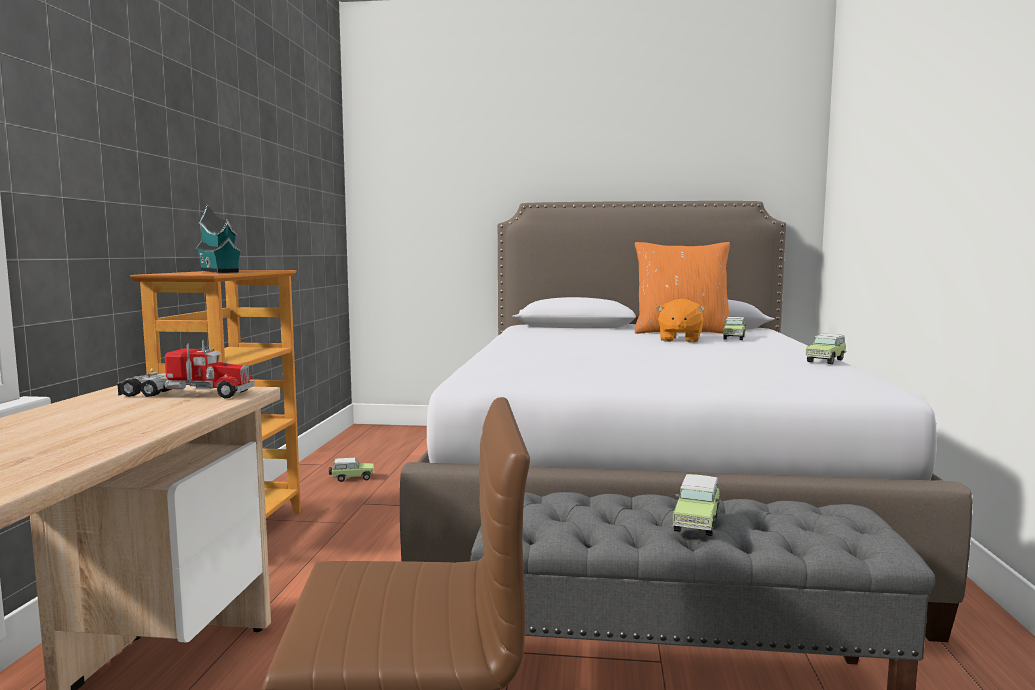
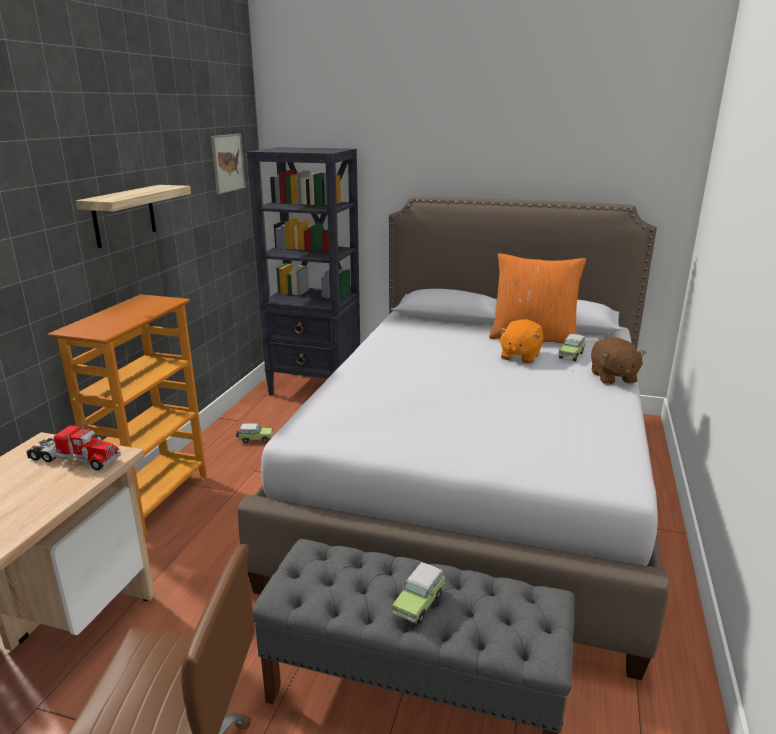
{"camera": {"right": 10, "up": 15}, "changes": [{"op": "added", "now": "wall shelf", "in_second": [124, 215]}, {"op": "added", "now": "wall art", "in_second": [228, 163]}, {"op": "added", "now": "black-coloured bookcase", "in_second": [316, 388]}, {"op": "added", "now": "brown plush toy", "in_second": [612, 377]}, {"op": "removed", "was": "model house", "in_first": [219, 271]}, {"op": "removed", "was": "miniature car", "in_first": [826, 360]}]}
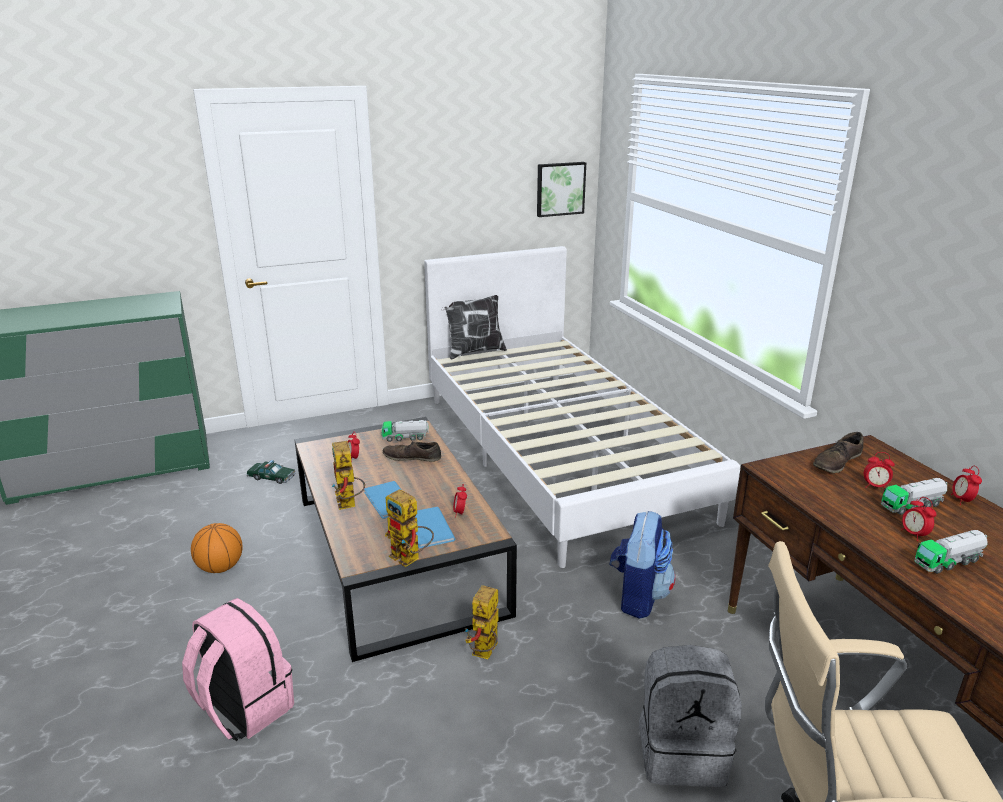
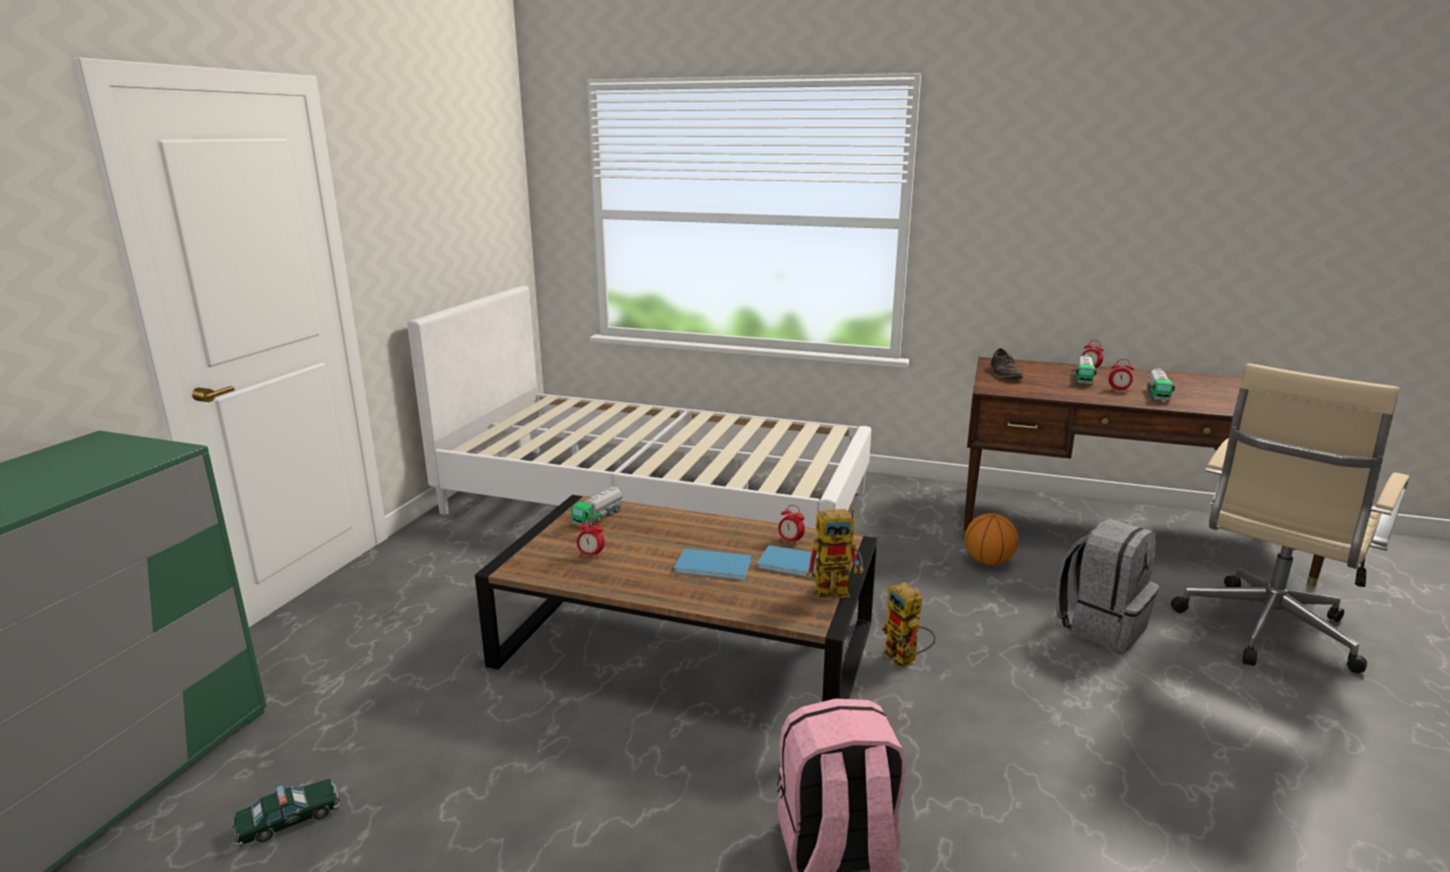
{"camera": {"right": -50, "up": -5}, "changes": [{"op": "moved", "was": "miniature car", "in_first": [271, 477], "in_second": [289, 820]}, {"op": "moved", "was": "basketball", "in_first": [220, 567], "in_second": [988, 561]}, {"op": "removed", "was": "model robot", "in_first": [349, 505]}, {"op": "removed", "was": "brown low shoe", "in_first": [412, 457]}, {"op": "removed", "was": "pillow", "in_first": [473, 352]}, {"op": "removed", "was": "wall art", "in_first": [560, 188]}, {"op": "removed", "was": "knapsack", "in_first": [638, 596]}, {"op": "removed", "was": "table clock", "in_first": [875, 487]}]}
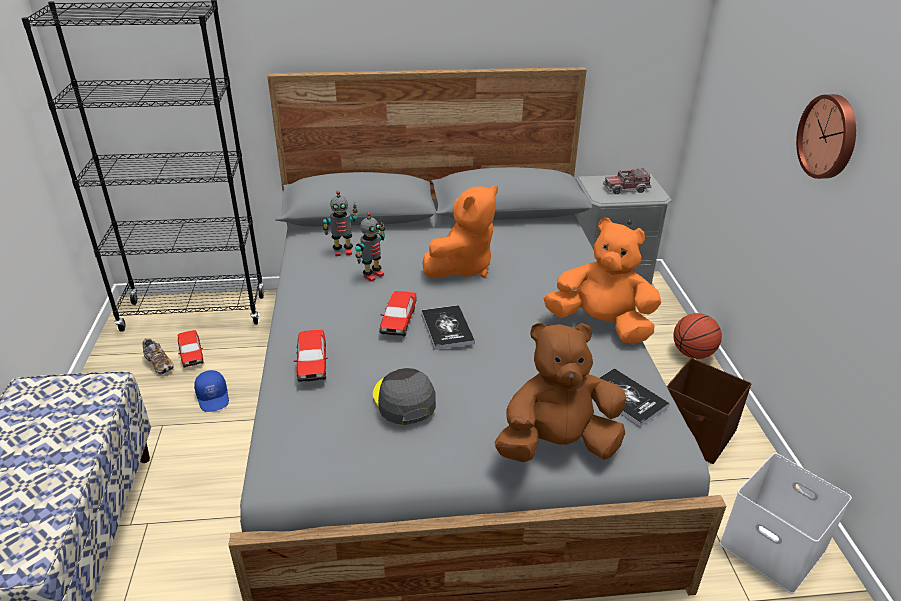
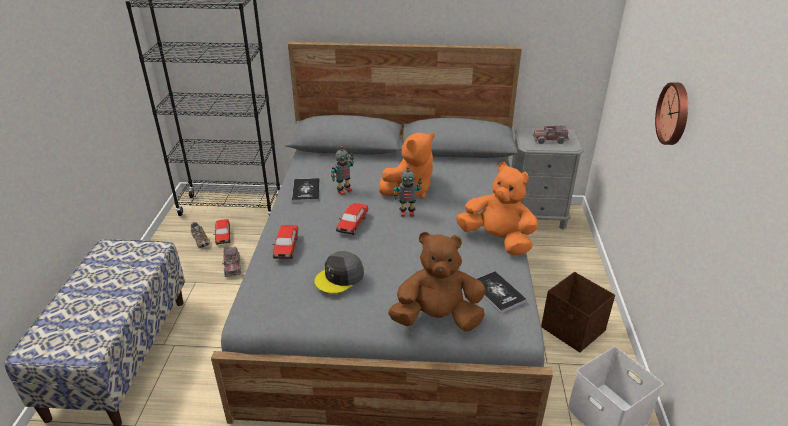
{"camera": {"right": 10, "up": 0}, "changes": [{"op": "replaced", "was": "blue cap", "now": "toy lorry", "in_first": [213, 397], "in_second": [232, 267]}, {"op": "moved", "was": "book", "in_first": [447, 328], "in_second": [306, 191]}, {"op": "turned", "was": "greyish cap", "in_first": [403, 400], "in_second": [340, 277], "clockwise": -120}, {"op": "moved", "was": "model robot", "in_first": [343, 252], "in_second": [407, 213]}, {"op": "removed", "was": "basketball", "in_first": [692, 353]}]}
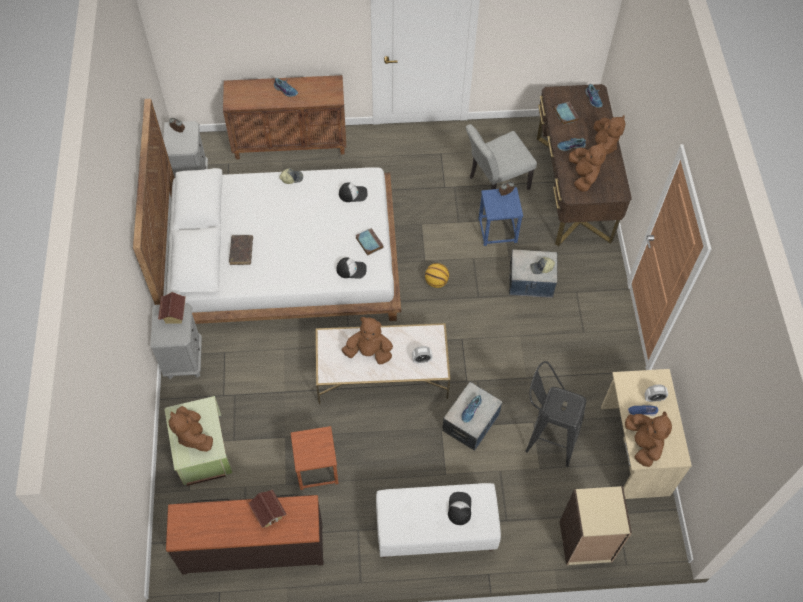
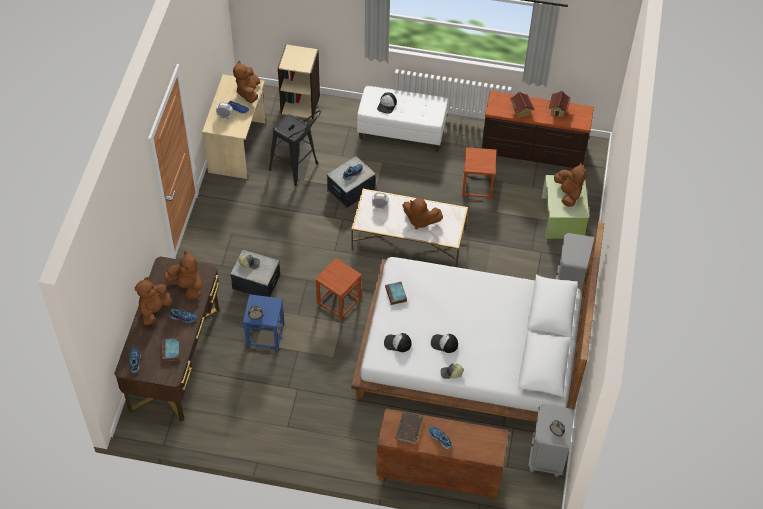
{"camera": {"right": -165, "up": -5}, "changes": [{"op": "turned", "was": "brown plush toy", "in_first": [583, 176], "in_second": [187, 286], "clockwise": 120}, {"op": "replaced", "was": "basketball", "now": "brown sitting stool", "in_first": [436, 282], "in_second": [338, 301]}, {"op": "moved", "was": "brown book", "in_first": [241, 252], "in_second": [409, 429]}, {"op": "moved", "was": "cap", "in_first": [351, 269], "in_second": [444, 344]}, {"op": "moved", "was": "model house", "in_first": [174, 314], "in_second": [558, 110]}, {"op": "removed", "was": "greyish plain chair", "in_first": [495, 184]}]}
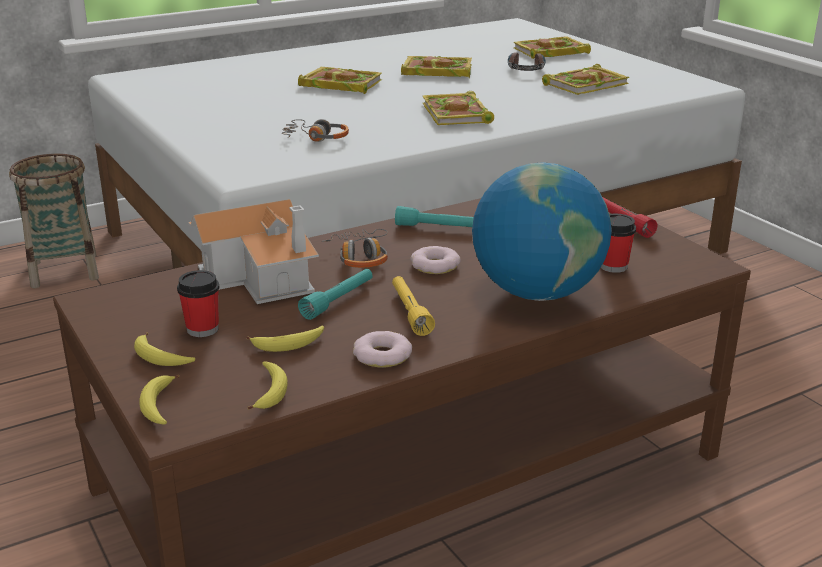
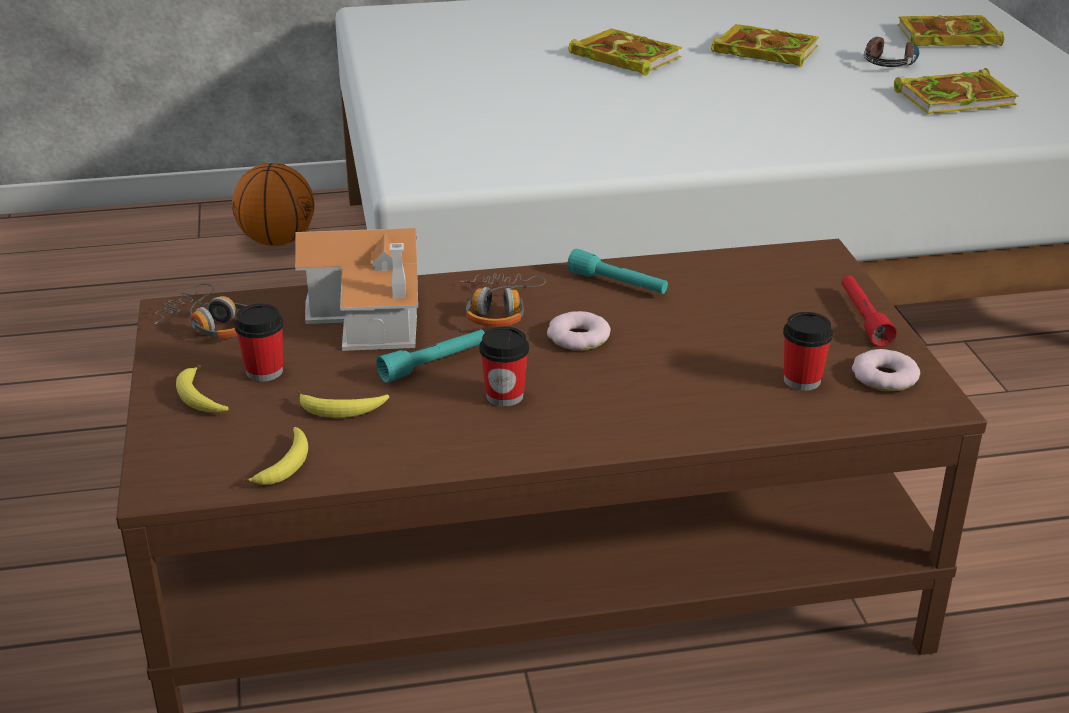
{"camera": {"right": 20, "up": 5}, "changes": [{"op": "moved", "was": "pair of headphones", "in_first": [315, 138], "in_second": [210, 324]}, {"op": "replaced", "was": "household basket", "now": "basketball", "in_first": [64, 271], "in_second": [277, 241]}, {"op": "replaced", "was": "yellow torch", "now": "drinking cup", "in_first": [410, 312], "in_second": [504, 396]}, {"op": "moved", "was": "doughnut", "in_first": [382, 355], "in_second": [884, 377]}, {"op": "removed", "was": "banana", "in_first": [159, 406]}, {"op": "removed", "was": "book", "in_first": [457, 115]}, {"op": "removed", "was": "globe", "in_first": [536, 292]}]}
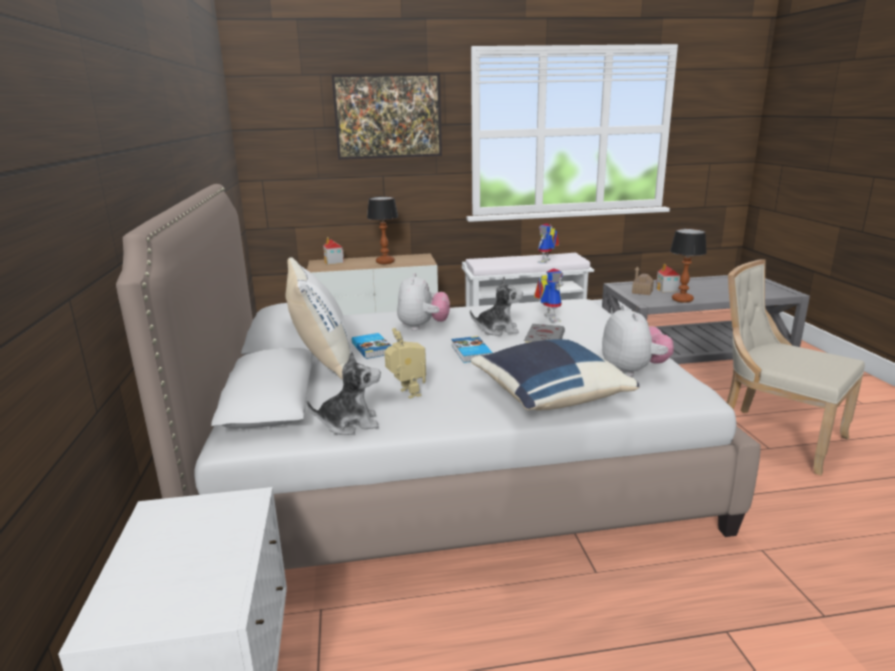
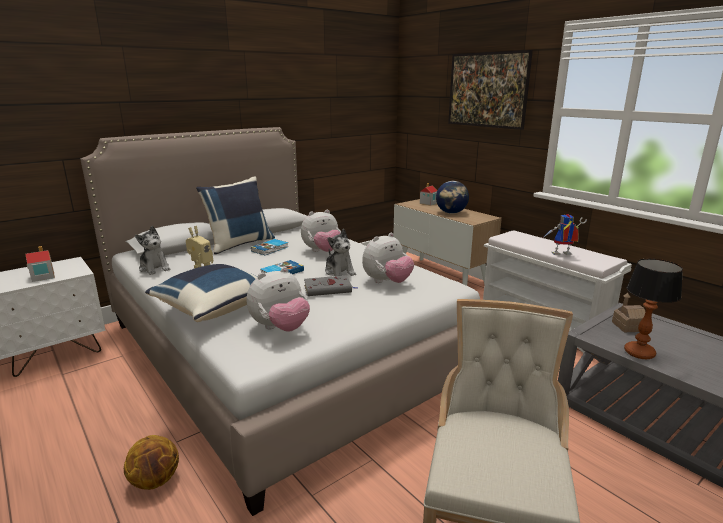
{"camera": {"right": 60, "up": 0}, "changes": [{"op": "moved", "was": "model house", "in_first": [667, 289], "in_second": [42, 277]}, {"op": "added", "now": "basketball", "in_second": [155, 481]}, {"op": "recoloured", "was": "white-coloured pillow", "now": "blue pillow", "in_first": [321, 361], "in_second": [239, 244]}, {"op": "replaced", "was": "model robot", "now": "plush toy", "in_first": [548, 318], "in_second": [387, 282]}, {"op": "replaced", "was": "table lamp", "now": "globe", "in_first": [385, 262], "in_second": [451, 213]}]}
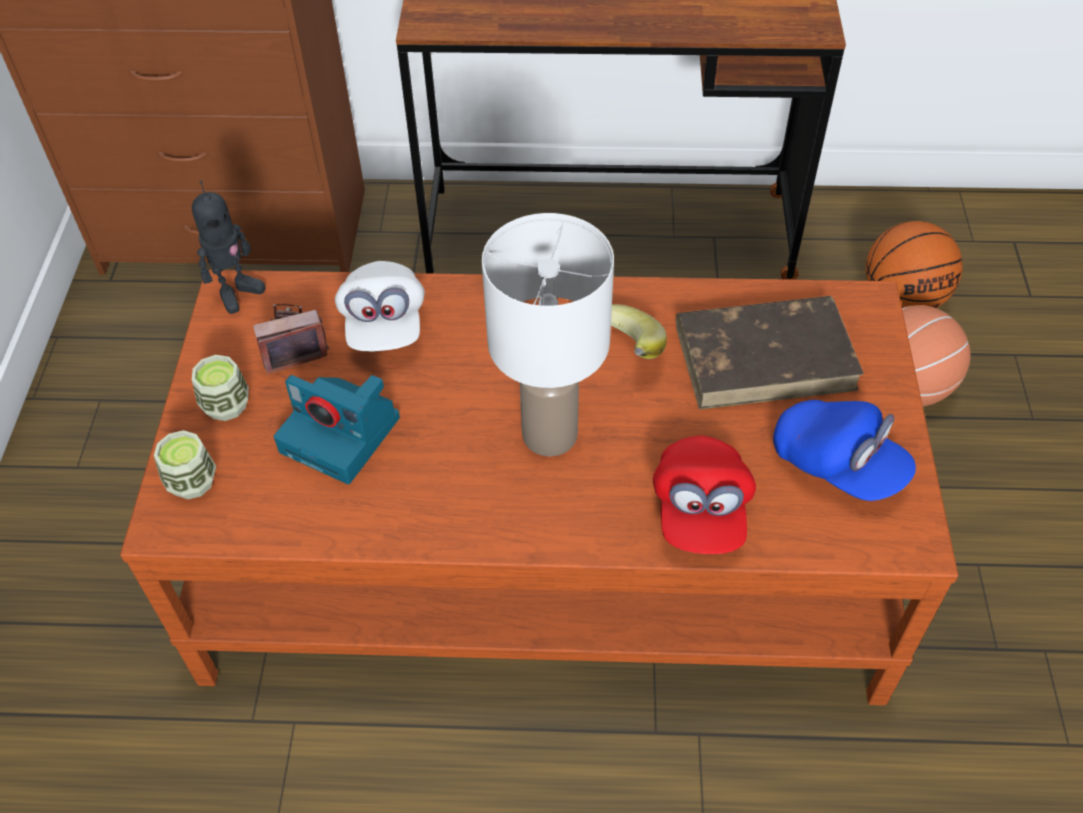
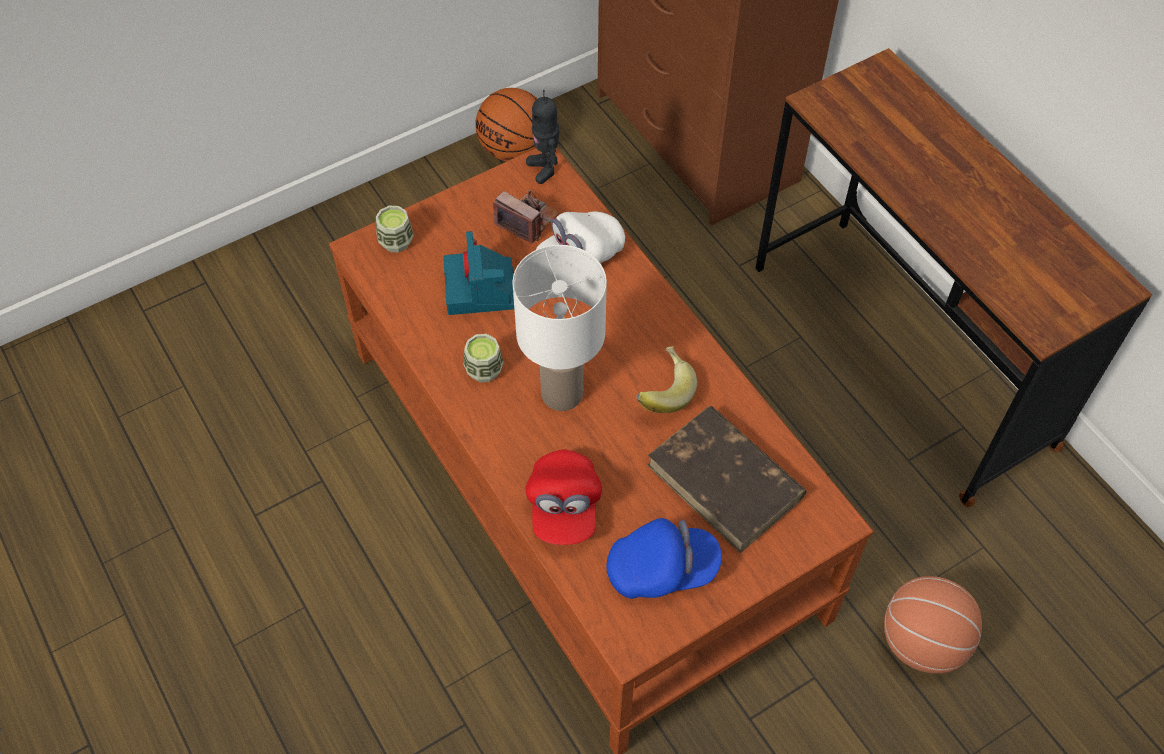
{"camera": {"right": 55, "up": 5}, "changes": [{"op": "moved", "was": "drinking cup", "in_first": [226, 405], "in_second": [484, 370]}, {"op": "moved", "was": "basketball", "in_first": [902, 299], "in_second": [513, 150]}, {"op": "turned", "was": "model robot", "in_first": [237, 293], "in_second": [545, 168], "clockwise": 60}, {"op": "turned", "was": "red-coloured cap", "in_first": [700, 510], "in_second": [564, 507], "clockwise": -60}, {"op": "turned", "was": "blue cap", "in_first": [837, 464], "in_second": [662, 570], "clockwise": -105}]}
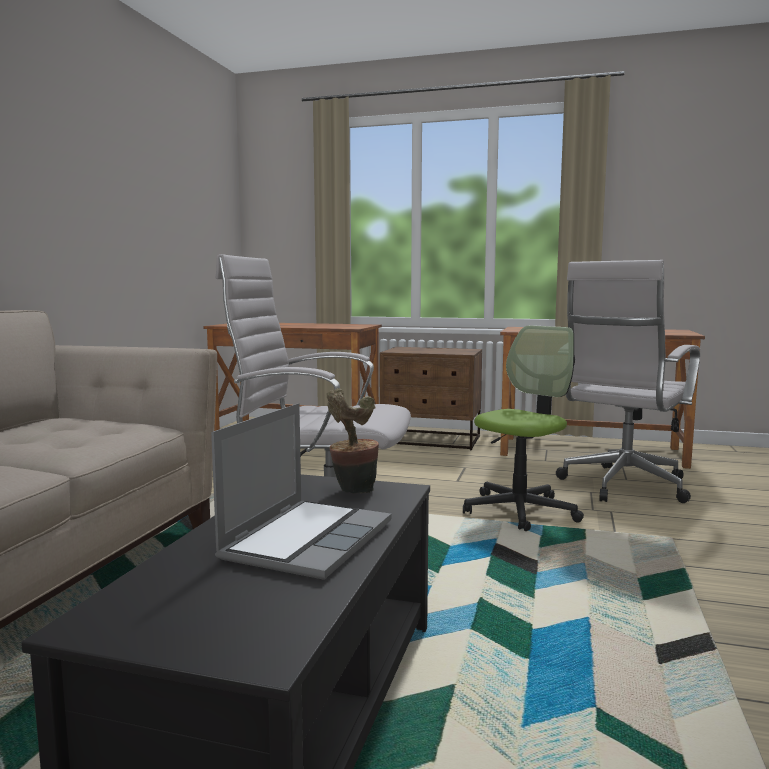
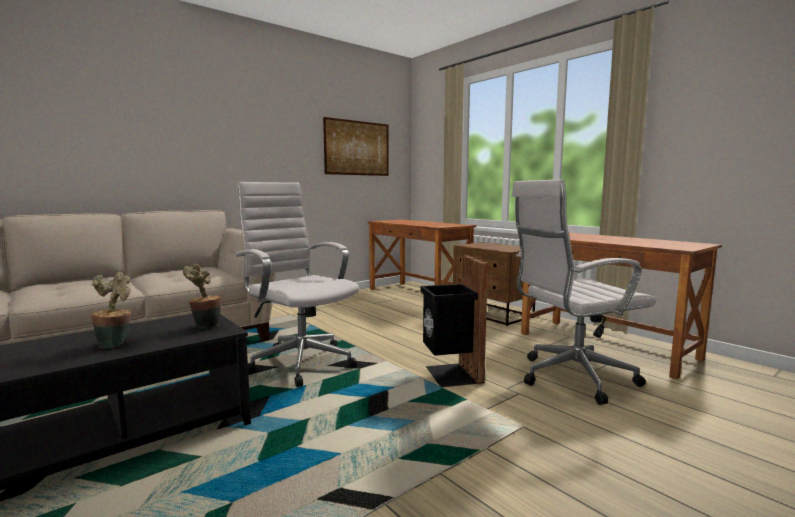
{"camera": {"right": 35, "up": 0}, "changes": [{"op": "replaced", "was": "laptop", "now": "houseplant", "in_first": [307, 539], "in_second": [116, 343]}, {"op": "added", "now": "wall art", "in_second": [357, 148]}, {"op": "replaced", "was": "computer chair", "now": "black-coloured trash can", "in_first": [520, 511], "in_second": [451, 374]}]}
